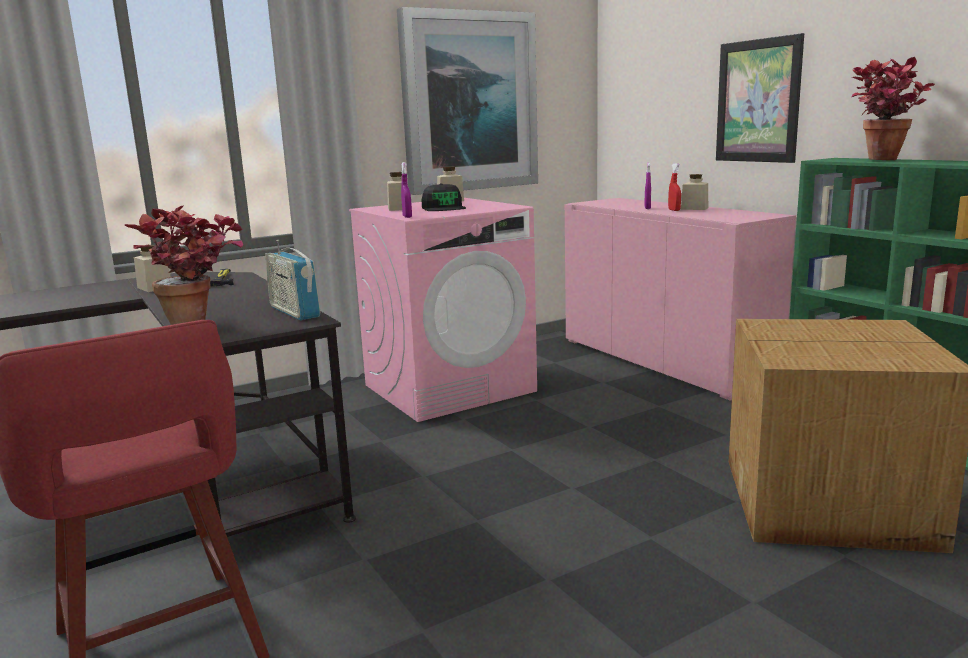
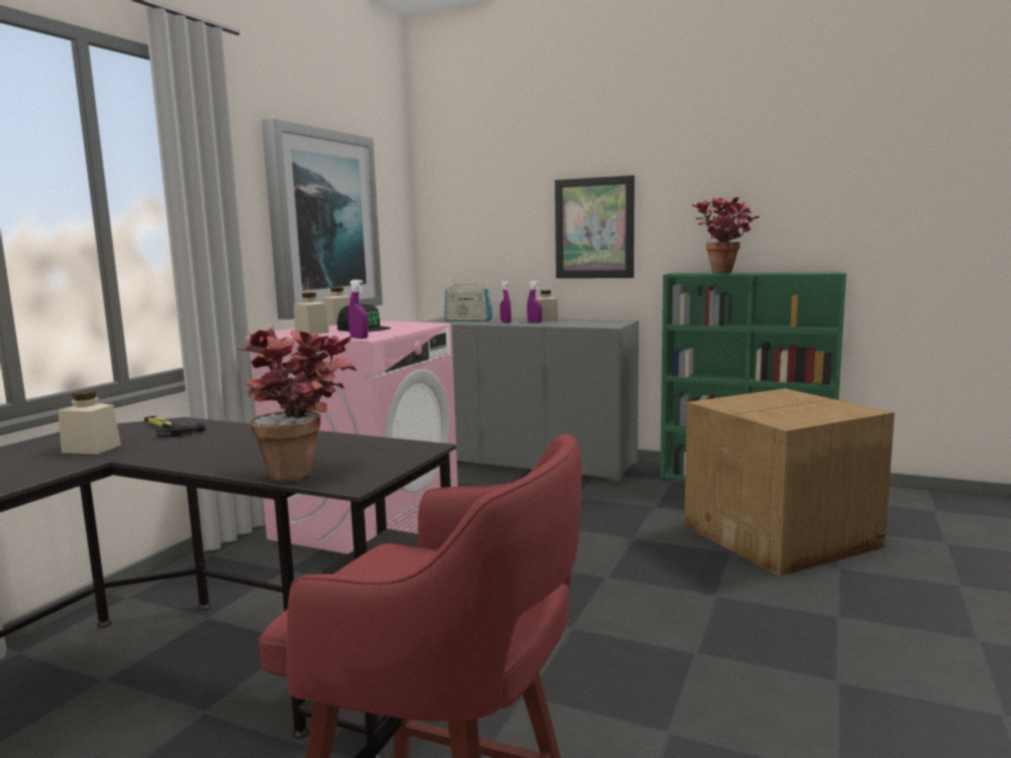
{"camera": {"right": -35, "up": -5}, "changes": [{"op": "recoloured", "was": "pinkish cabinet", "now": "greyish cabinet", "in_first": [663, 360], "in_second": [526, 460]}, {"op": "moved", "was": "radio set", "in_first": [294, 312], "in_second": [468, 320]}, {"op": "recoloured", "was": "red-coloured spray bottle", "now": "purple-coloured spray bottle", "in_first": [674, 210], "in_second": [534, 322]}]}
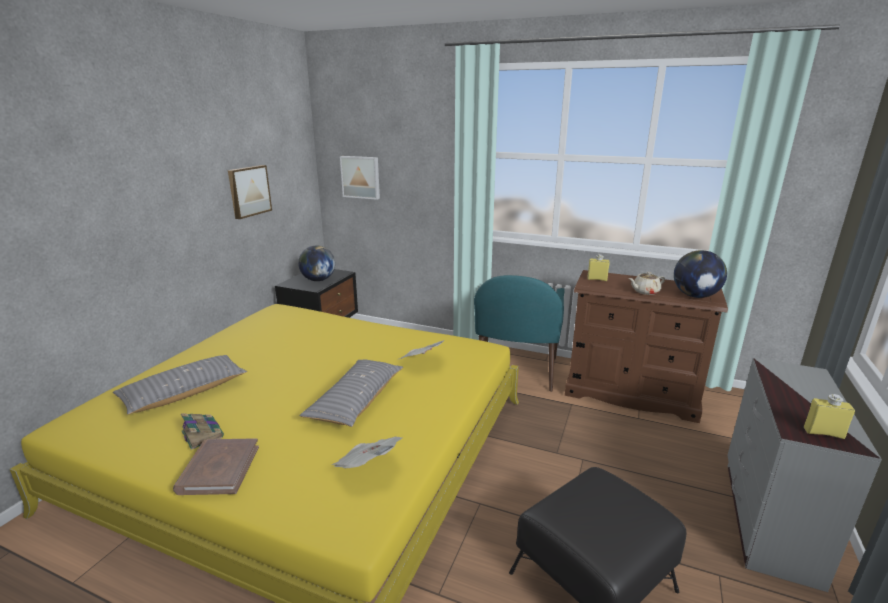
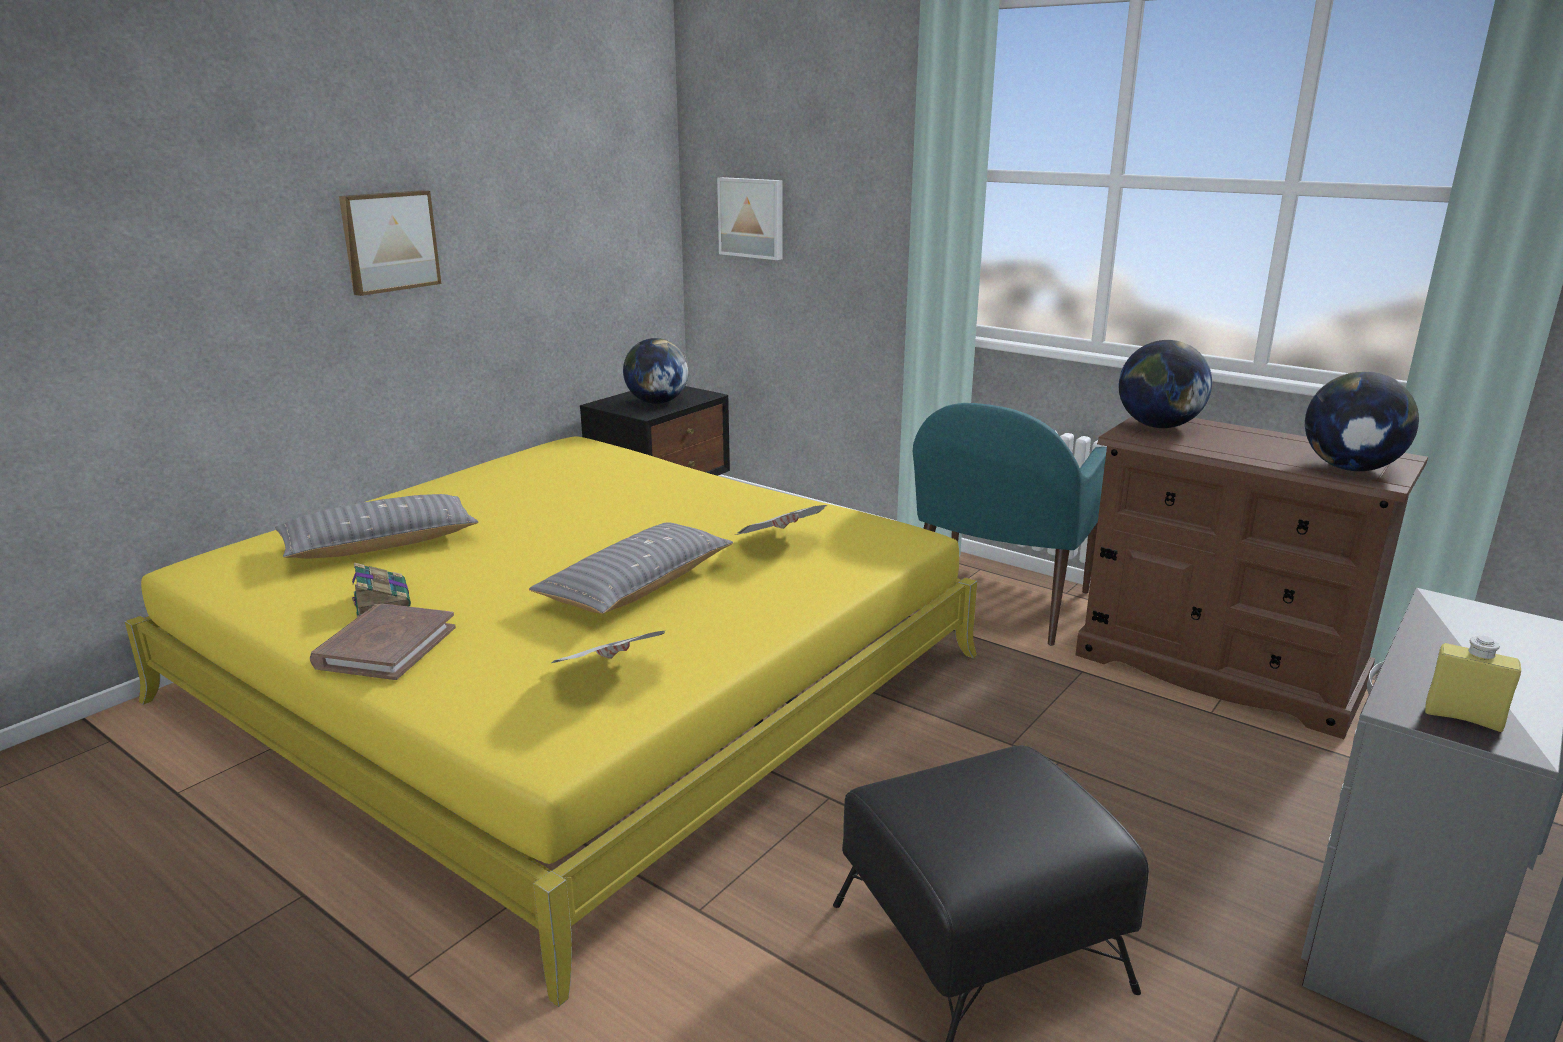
{"camera": {"right": 15, "up": 0}, "changes": [{"op": "moved", "was": "wall art", "in_first": [248, 191], "in_second": [389, 241]}, {"op": "replaced", "was": "yellow bottle", "now": "globe", "in_first": [597, 279], "in_second": [1158, 426]}, {"op": "removed", "was": "beige-coloured pot for tea", "in_first": [645, 292]}]}
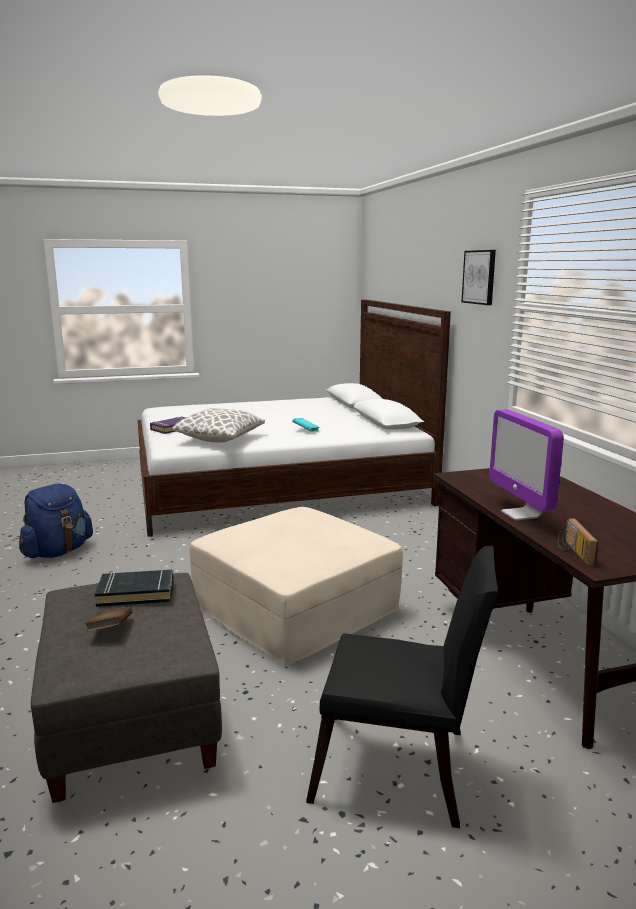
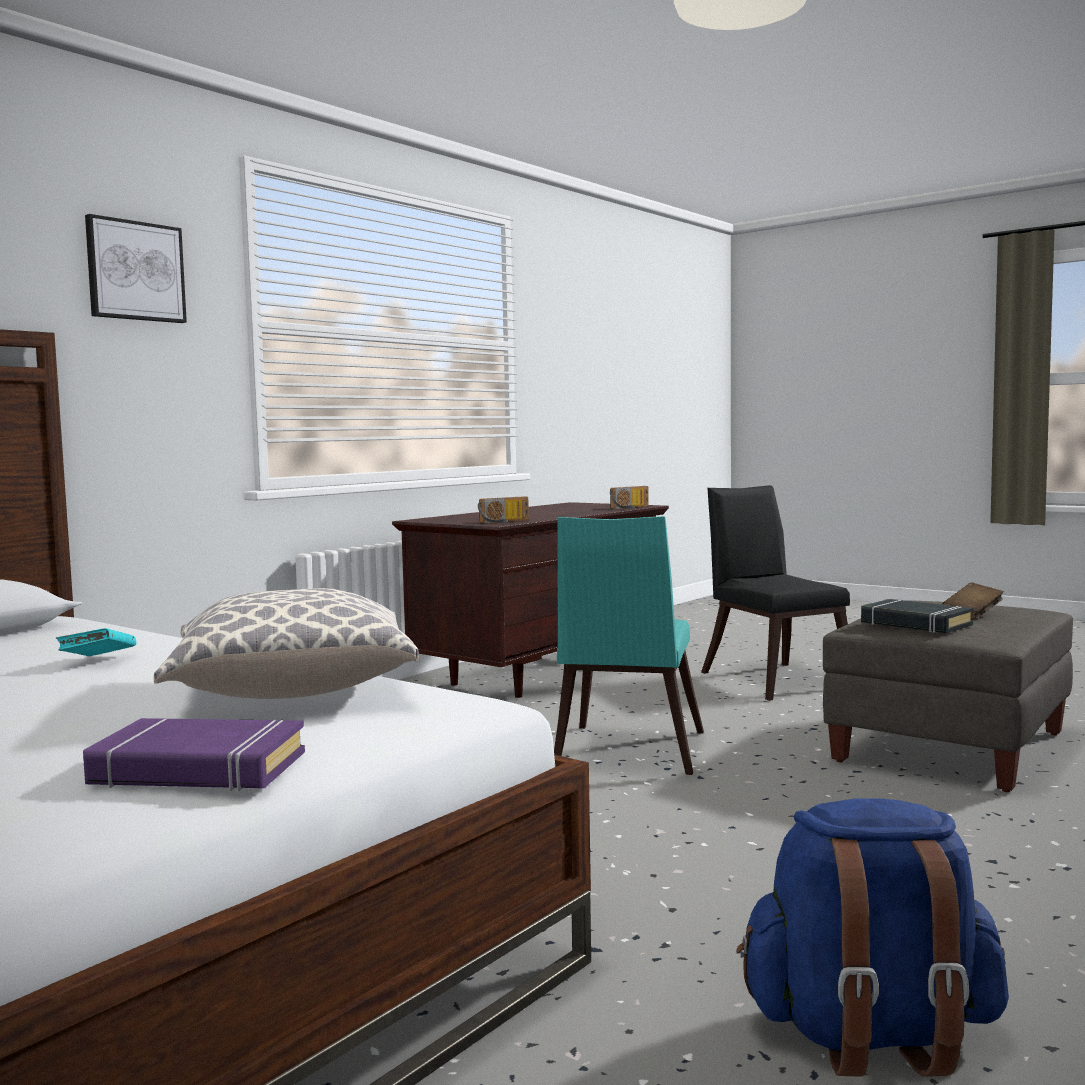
{"camera": {"right": -125, "up": -10}, "changes": [{"op": "added", "now": "radio set", "in_second": [505, 521]}, {"op": "replaced", "was": "beige-coloured ottoman", "now": "turquoise plain chair", "in_first": [295, 607], "in_second": [626, 754]}, {"op": "removed", "was": "computer screen", "in_first": [520, 514]}]}
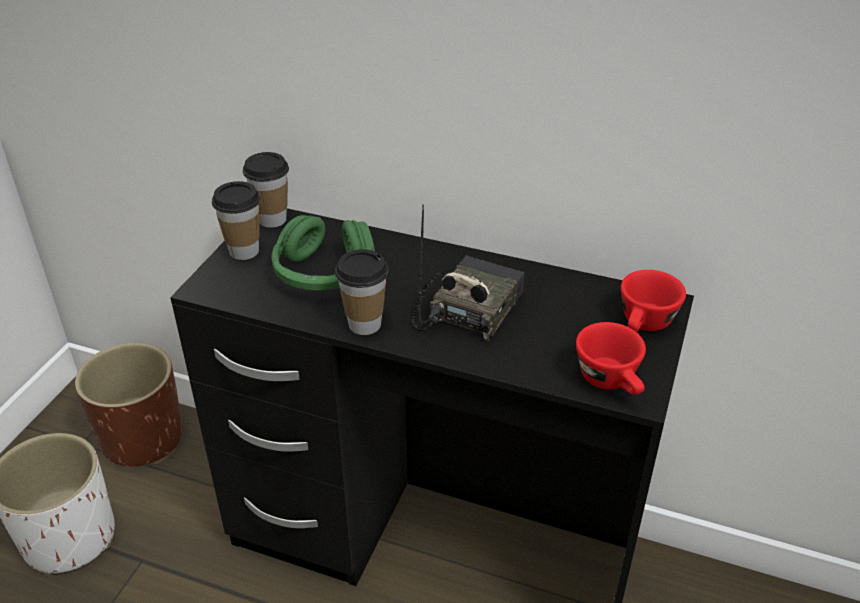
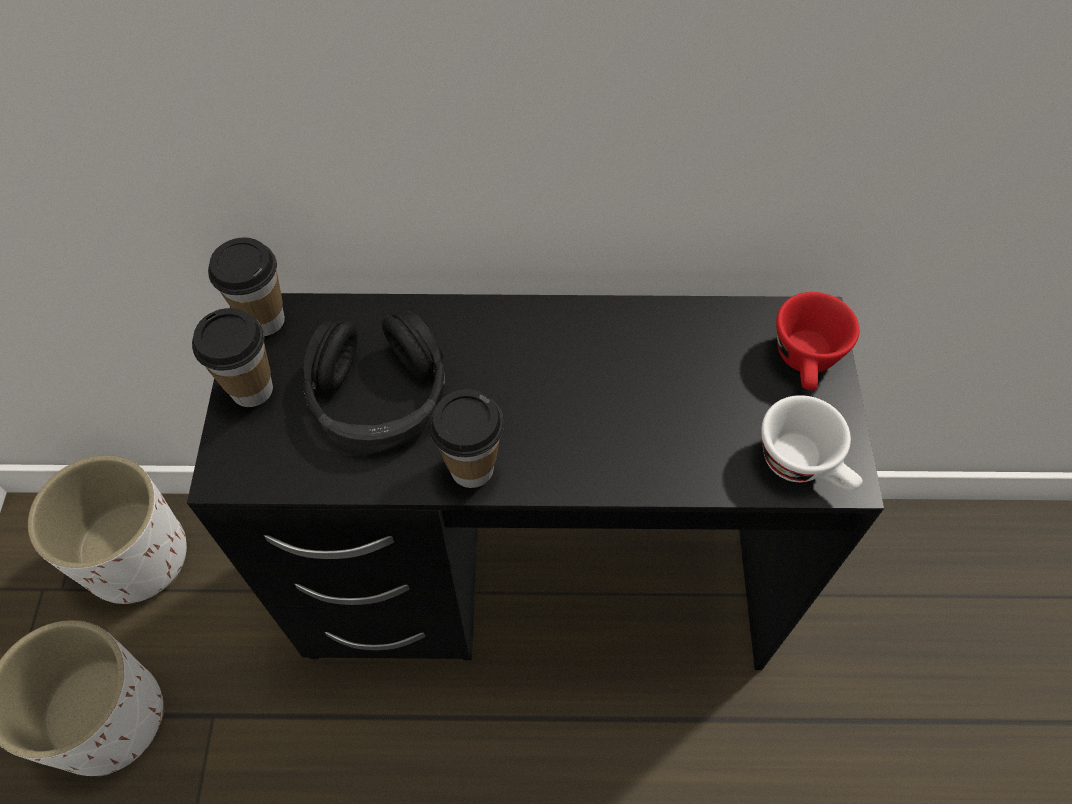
{"camera": {"right": -20, "up": 20}, "changes": [{"op": "recoloured", "was": "brown flower pot", "now": "white-coloured flower pot", "in_first": [142, 439], "in_second": [136, 558]}, {"op": "recoloured", "was": "green pair of headphones", "now": "black-coloured pair of headphones", "in_first": [324, 273], "in_second": [379, 395]}, {"op": "recoloured", "was": "red-coloured drinking cup", "now": "white-coloured drinking cup", "in_first": [612, 382], "in_second": [804, 465]}, {"op": "removed", "was": "radio set", "in_first": [467, 308]}]}
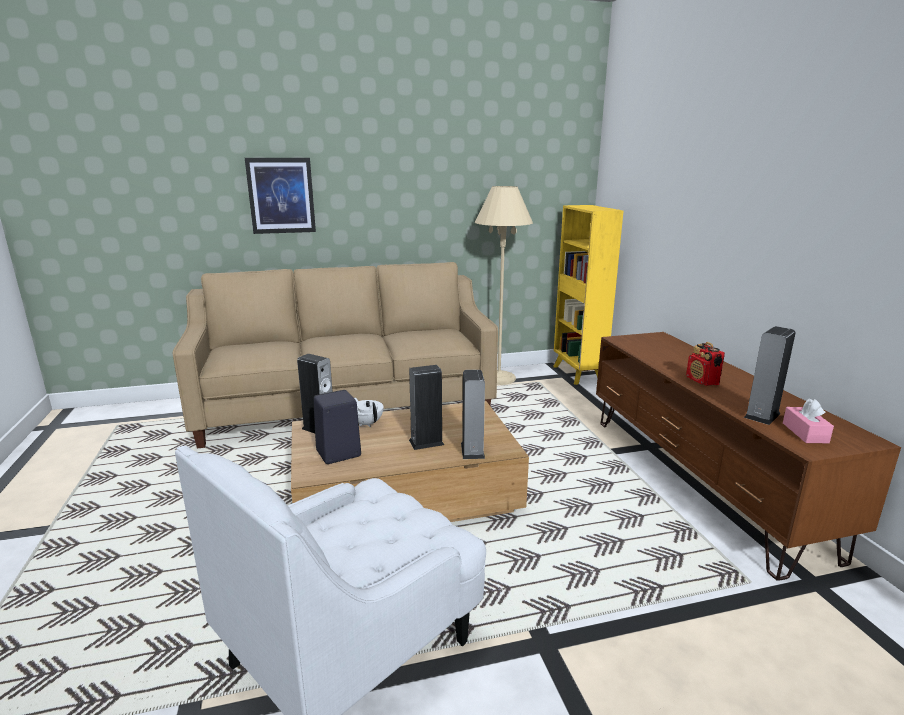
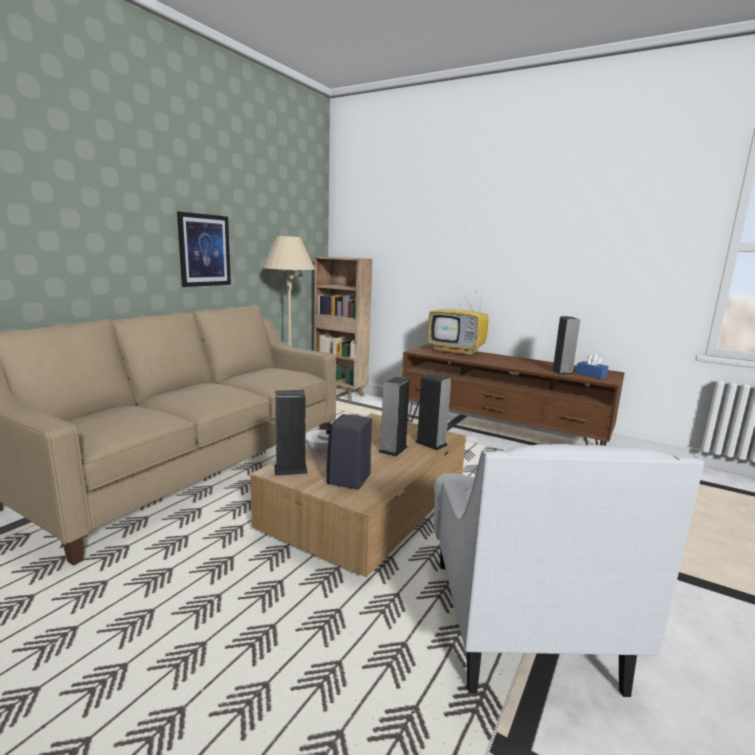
{"camera": {"right": -45, "up": -5}, "changes": [{"op": "moved", "was": "wall art", "in_first": [281, 195], "in_second": [204, 250]}, {"op": "recoloured", "was": "yellow bookcase", "now": "brown bookcase", "in_first": [578, 374], "in_second": [340, 395]}, {"op": "added", "now": "television", "in_second": [457, 352]}, {"op": "recoloured", "was": "pinkish tissue box", "now": "blue tissue box", "in_first": [805, 433], "in_second": [591, 375]}, {"op": "removed", "was": "radio set", "in_first": [702, 381]}]}
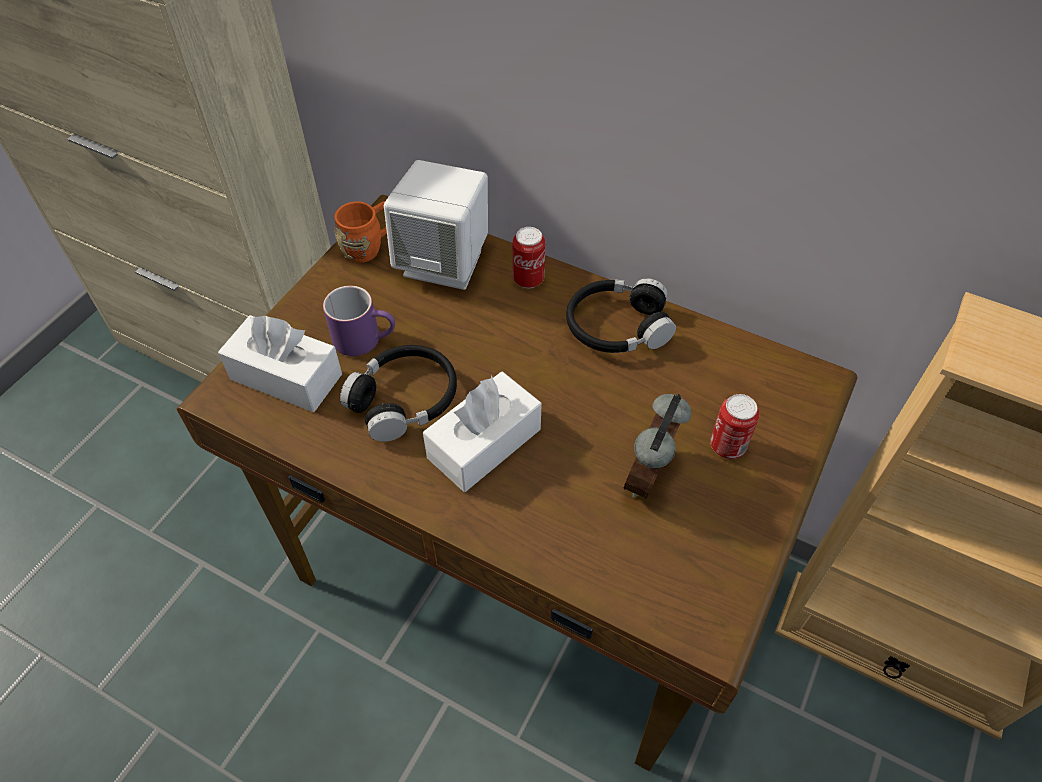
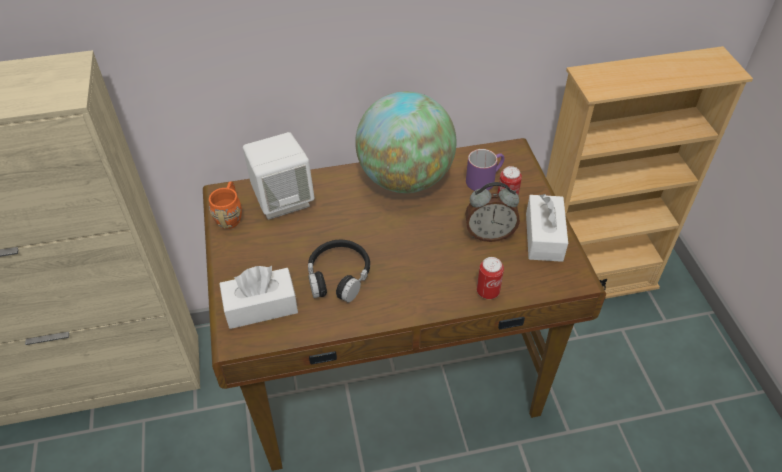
{"camera": {"right": -40, "up": -5}, "changes": [{"op": "replaced", "was": "black-coloured pair of headphones", "now": "globe", "in_first": [617, 327], "in_second": [405, 179]}, {"op": "turned", "was": "table clock", "in_first": [650, 477], "in_second": [489, 234], "clockwise": -75}, {"op": "moved", "was": "purple-coloured coffee mug", "in_first": [366, 338], "in_second": [484, 179]}, {"op": "moved", "was": "metal can", "in_first": [528, 279], "in_second": [488, 292]}, {"op": "moved", "was": "white-coloured tissue box", "in_first": [484, 443], "in_second": [544, 237]}]}
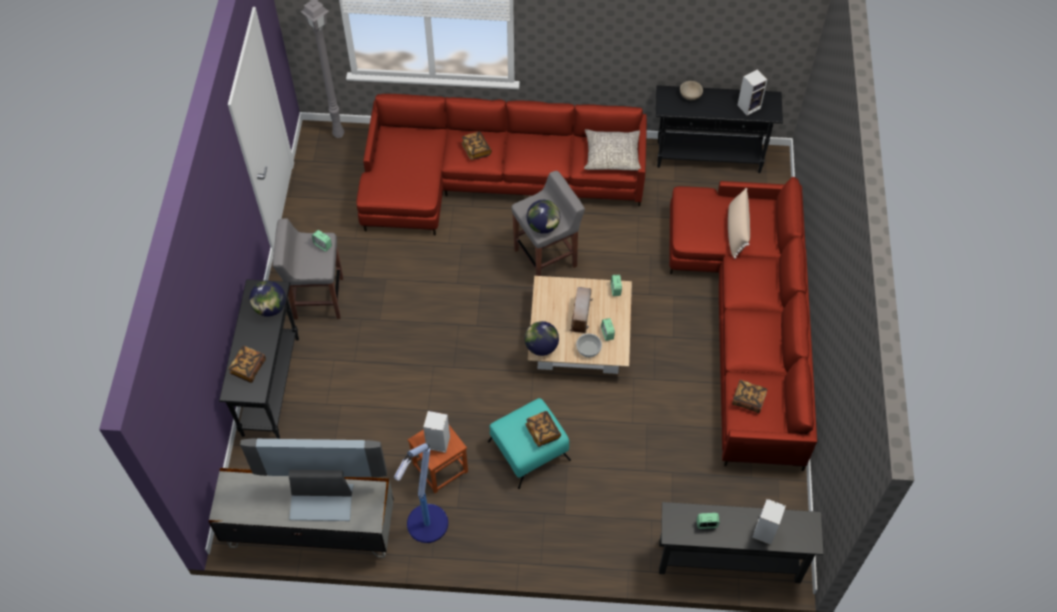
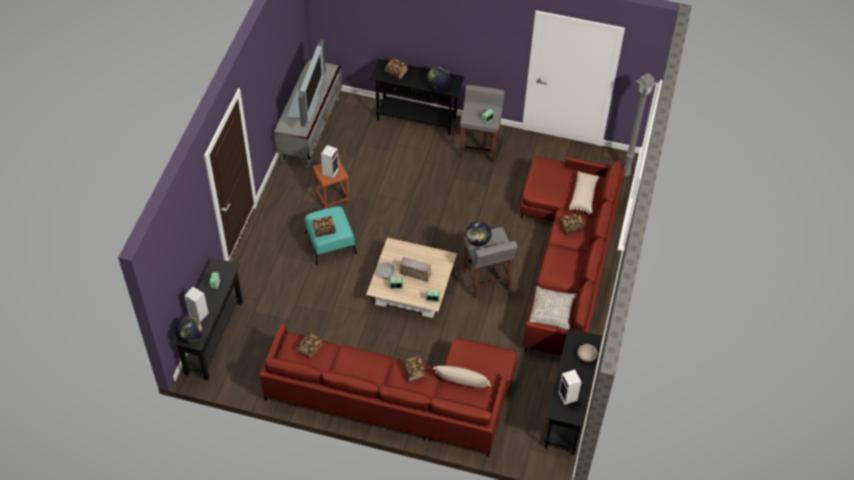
{"camera": {"right": 100, "up": -5}, "changes": [{"op": "moved", "was": "globe", "in_first": [541, 347], "in_second": [190, 337]}, {"op": "added", "now": "book", "in_second": [414, 371]}, {"op": "added", "now": "beige-coloured pillow", "in_second": [583, 196]}, {"op": "removed", "was": "standard lamp", "in_first": [426, 525]}]}
